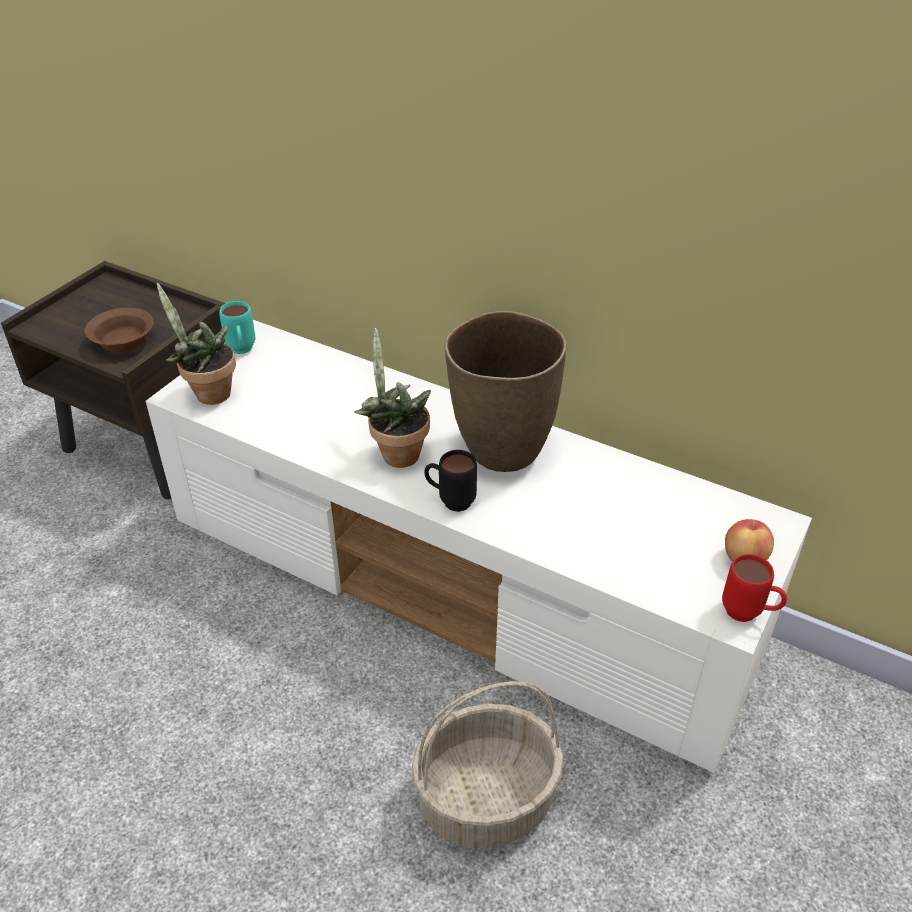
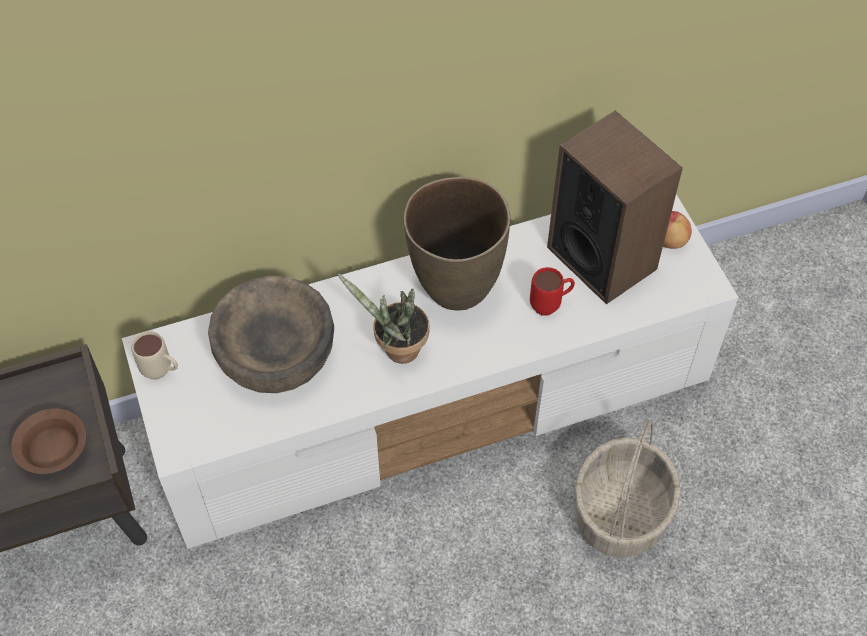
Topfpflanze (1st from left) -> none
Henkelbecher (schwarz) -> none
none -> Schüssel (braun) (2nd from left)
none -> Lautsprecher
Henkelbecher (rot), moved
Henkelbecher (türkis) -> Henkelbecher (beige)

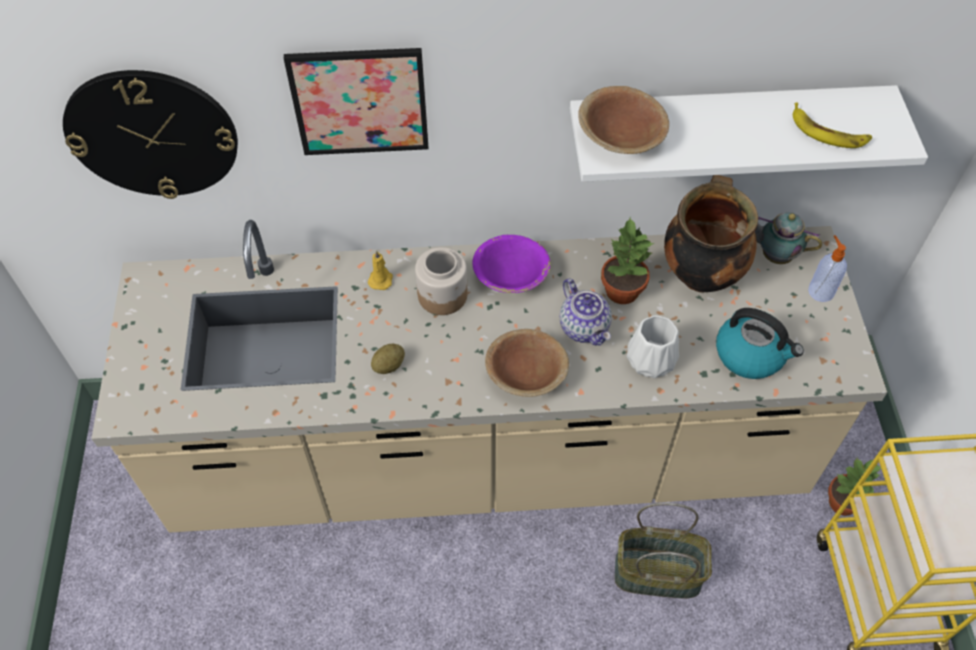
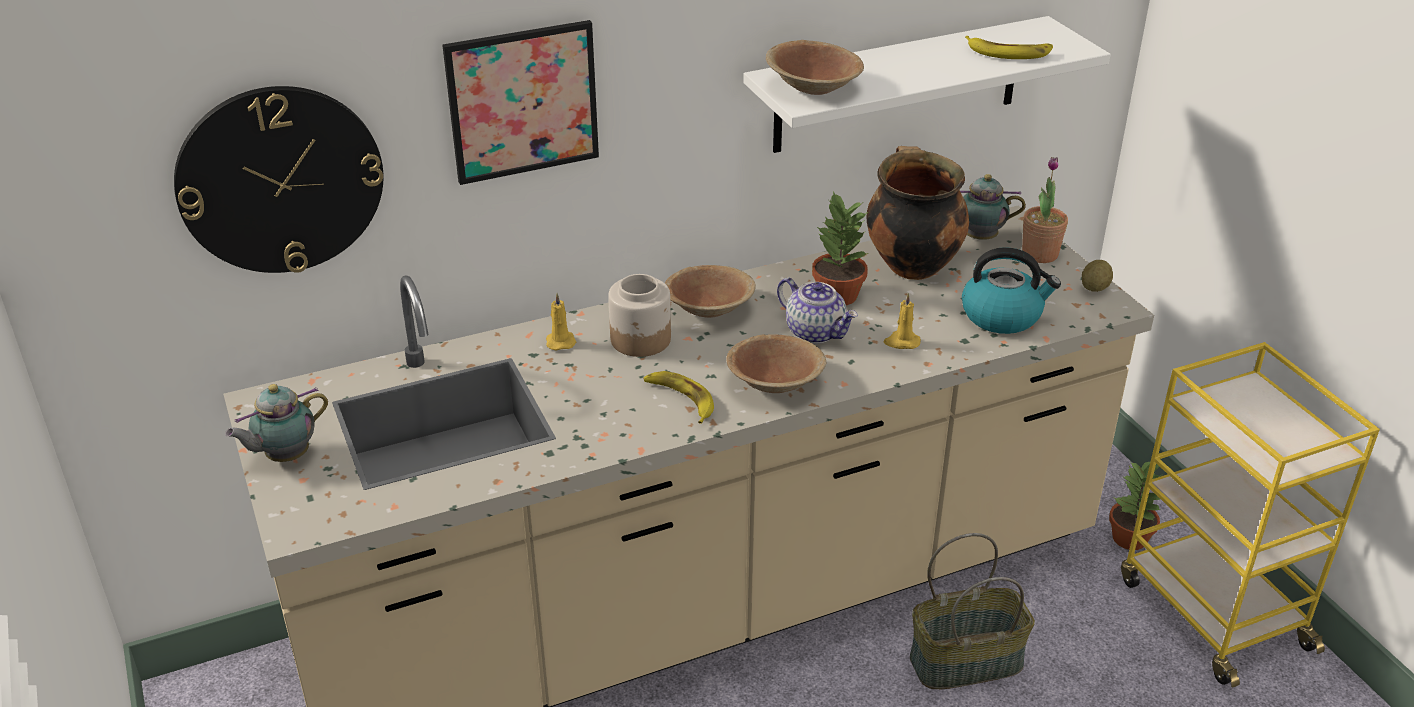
none -> Teekanne (1st from left)
none -> Banane (1st from left)
Kartoffel, moved
Vase (weiß) -> Kerze (gelb) (2nd from left)
Seifenspender -> Topfpflanze (2nd from left)
Schüssel (lila) -> Schüssel (braun) (1st from left)

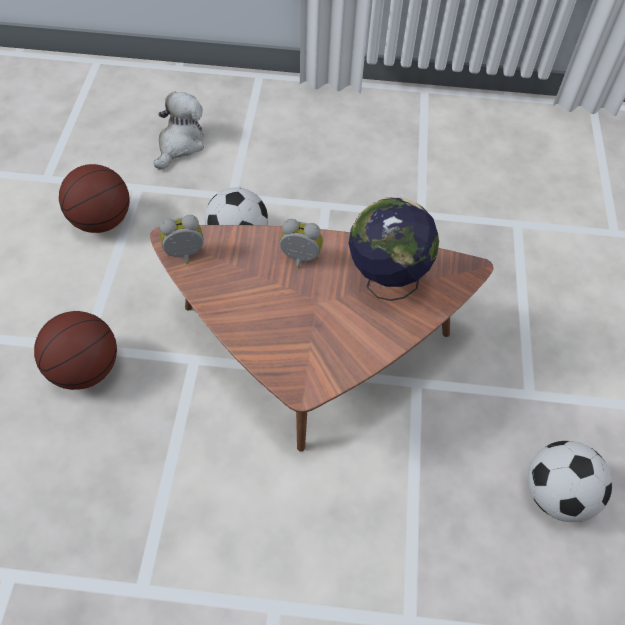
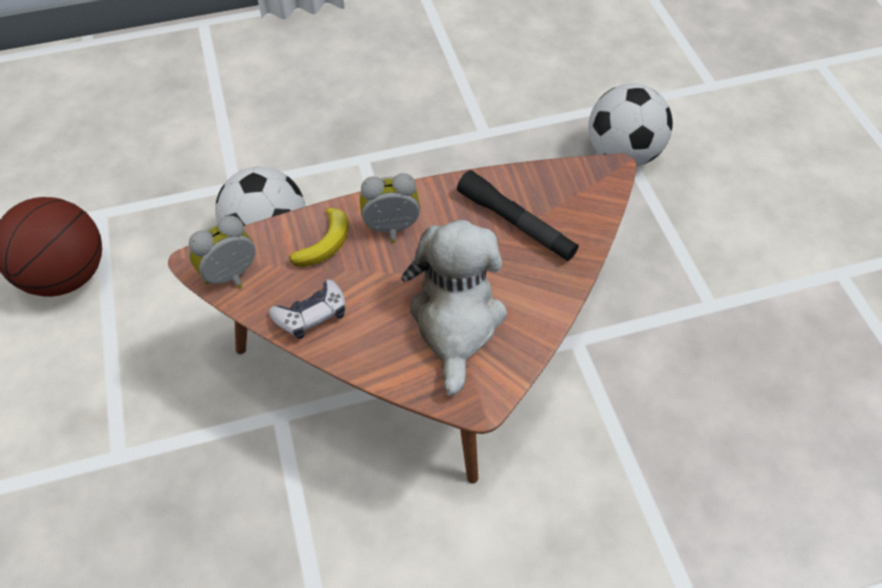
Basketball (1st from left) -> none
none -> Gamepad
none -> Banane
Plüschtier, moved
Fußball (2nd from left), moved
Globus -> Taschenlampe (schwarz)

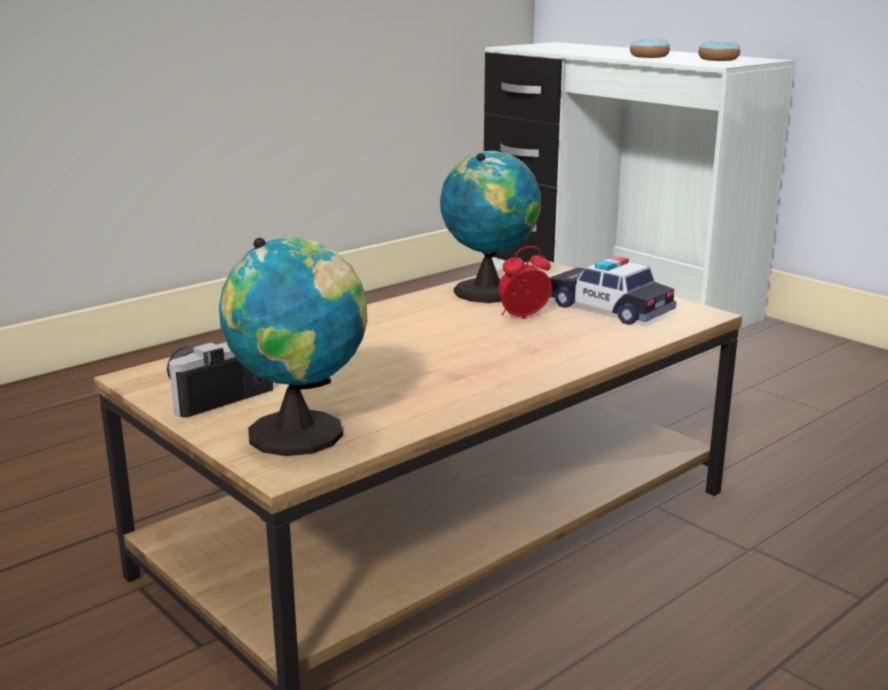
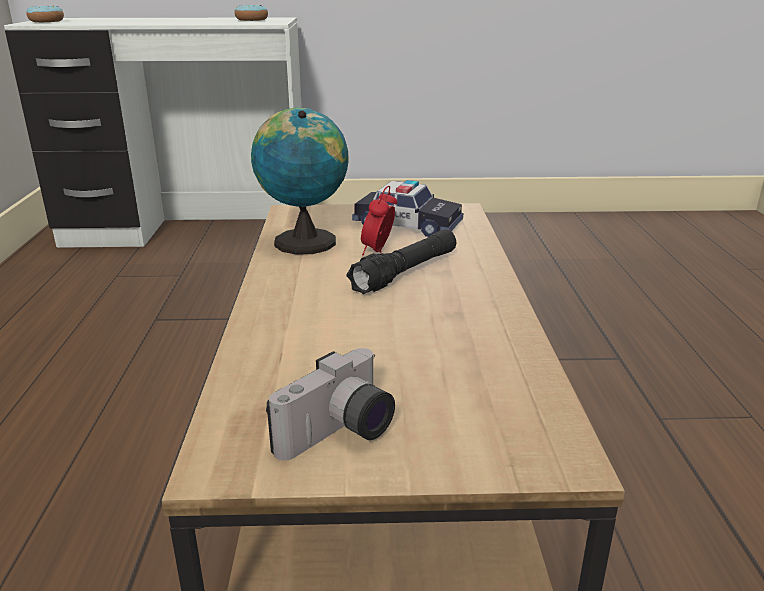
Globus (1st from left) -> none
none -> Taschenlampe (schwarz)
Donut (1st from left), moved
Kamera, 135 degrees counterclockwise
Spielzeugauto, 150 degrees counterclockwise

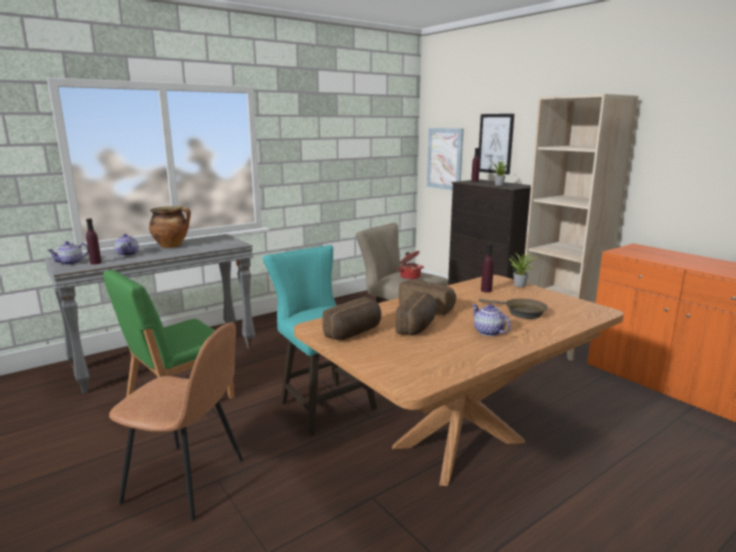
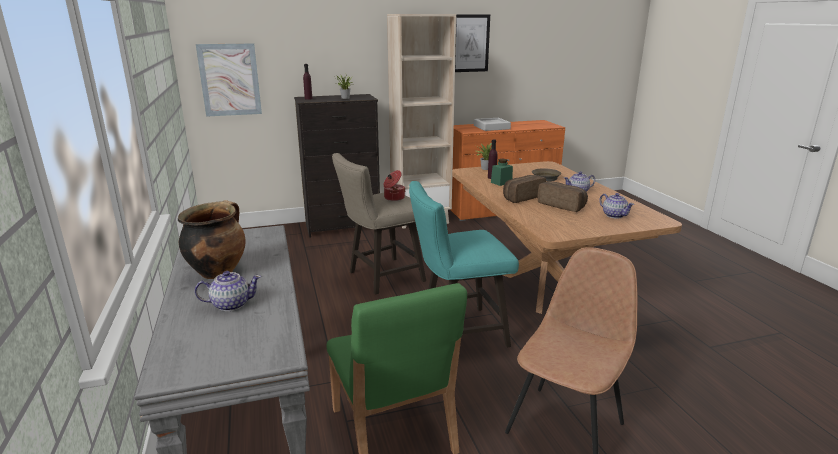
Flasche (lila) (1st from left) -> none
Brot (1st from left) -> none
none -> Tablett (grau)
none -> Vorratsglas (grün)
Teekanne (1st from left in the first image) -> Teekanne (3rd from left), moved
Bild (2nd from left), moved

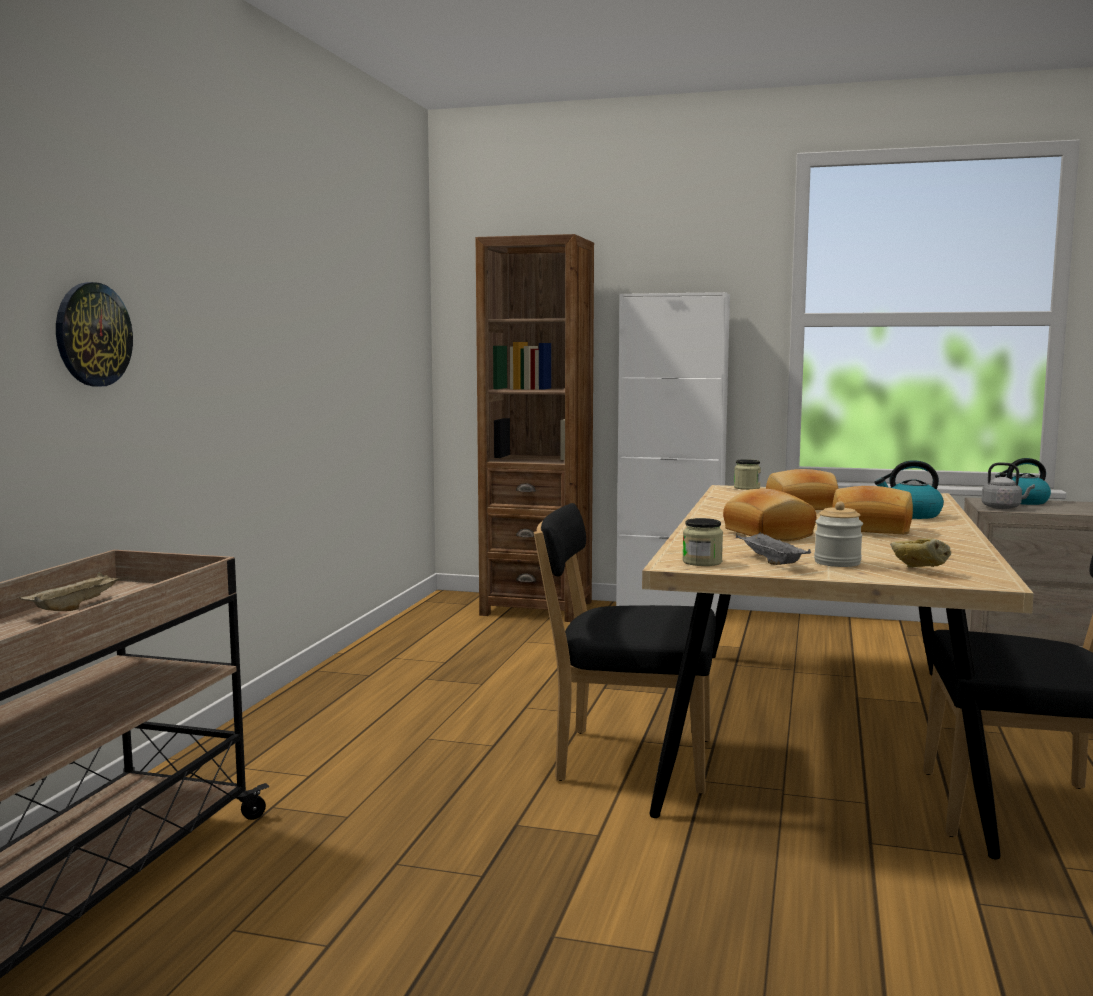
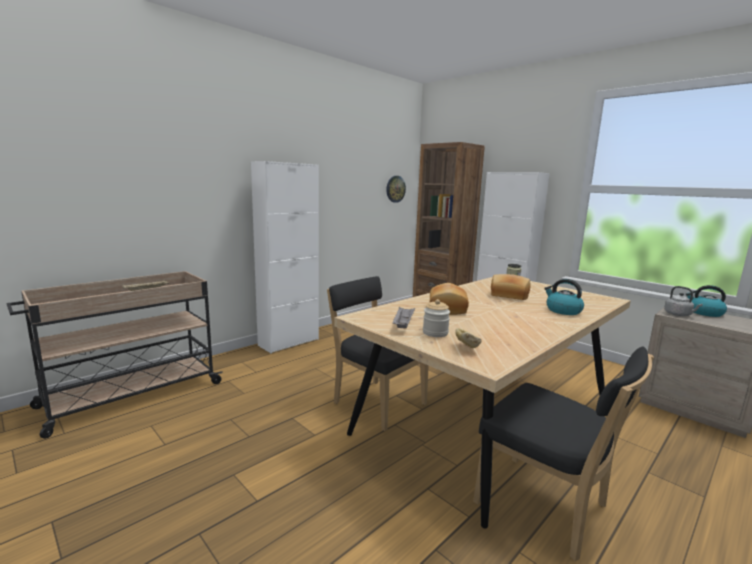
Vorratsglas (1st from left) -> none
Brot (3rd from left) -> none
none -> Schrank (weiß) (1st from left)
Wanduhr, moved

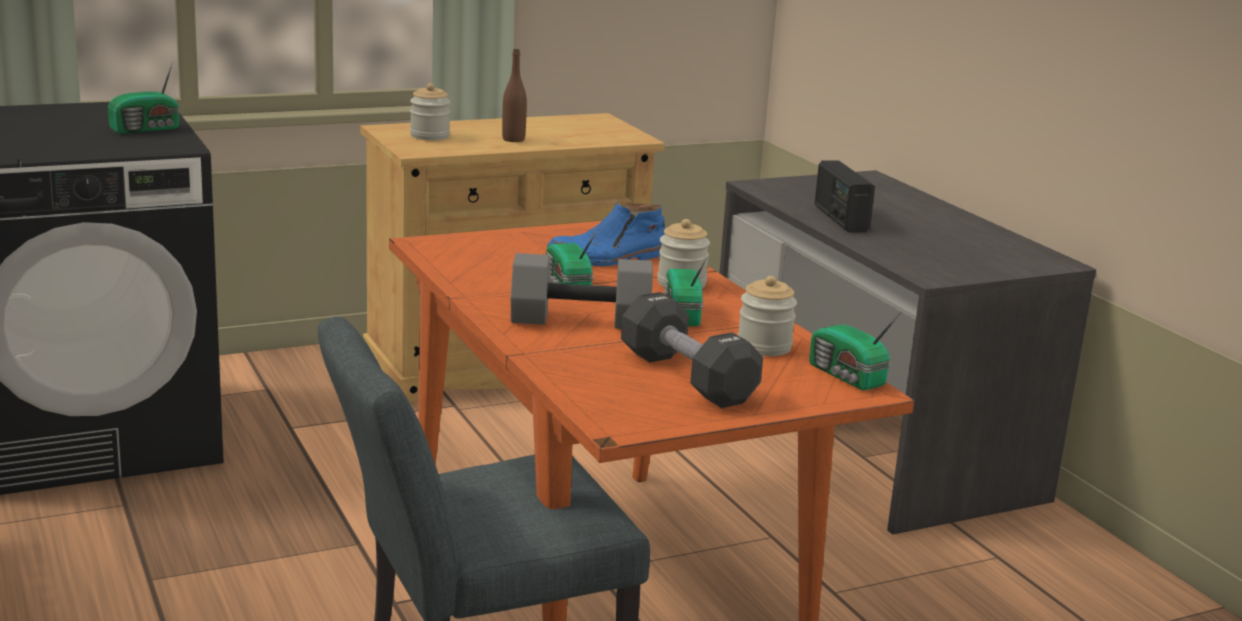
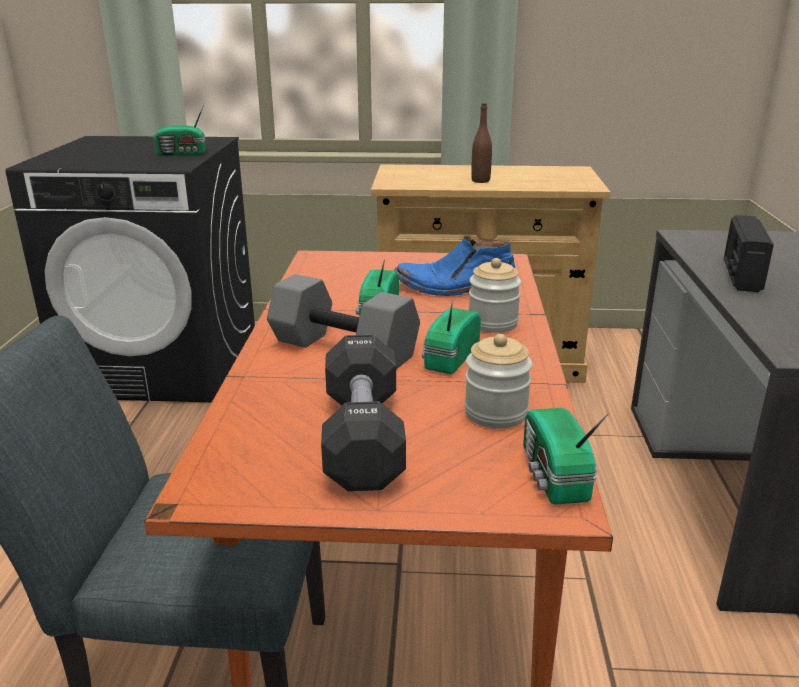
Vorratsglas (1st from left) -> none

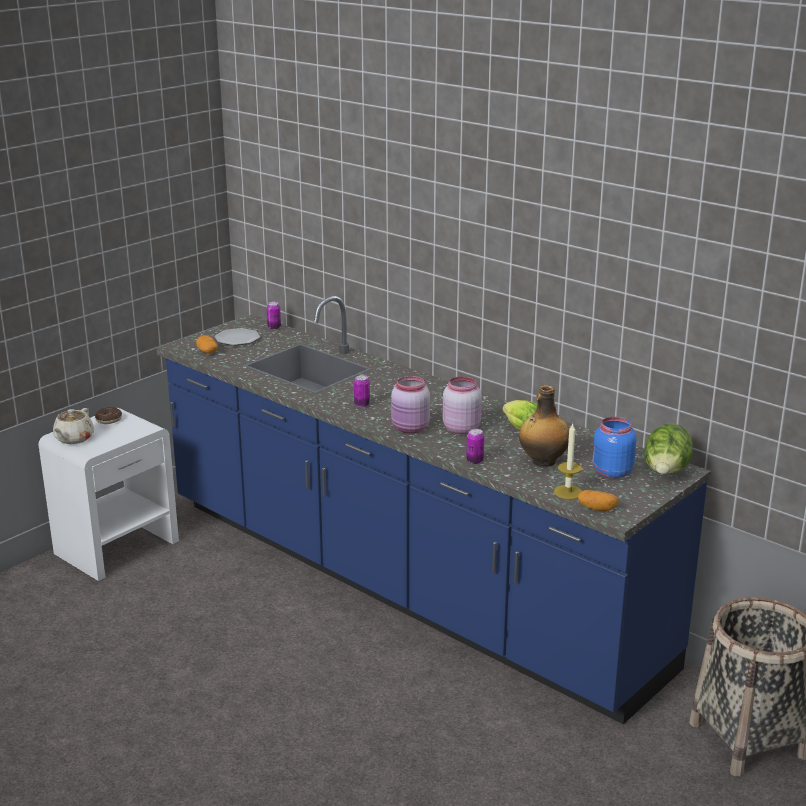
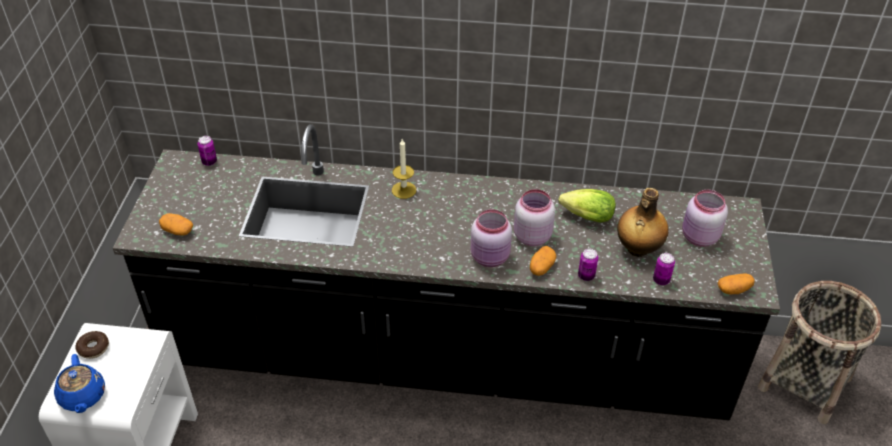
Teller -> none
Salatkopf (2nd from left) -> none
none -> Kartoffel (2nd from left)
Dose (2nd from left in the first image) -> Dose (3rd from left), moved
Kerze, moved
Teekanne (beige) -> Teekanne (blau)
Küchenzeile (blau) -> Küchenzeile (schwarz)
Vorratsglas (blau) -> Vorratsglas (rosa) (3rd from left)

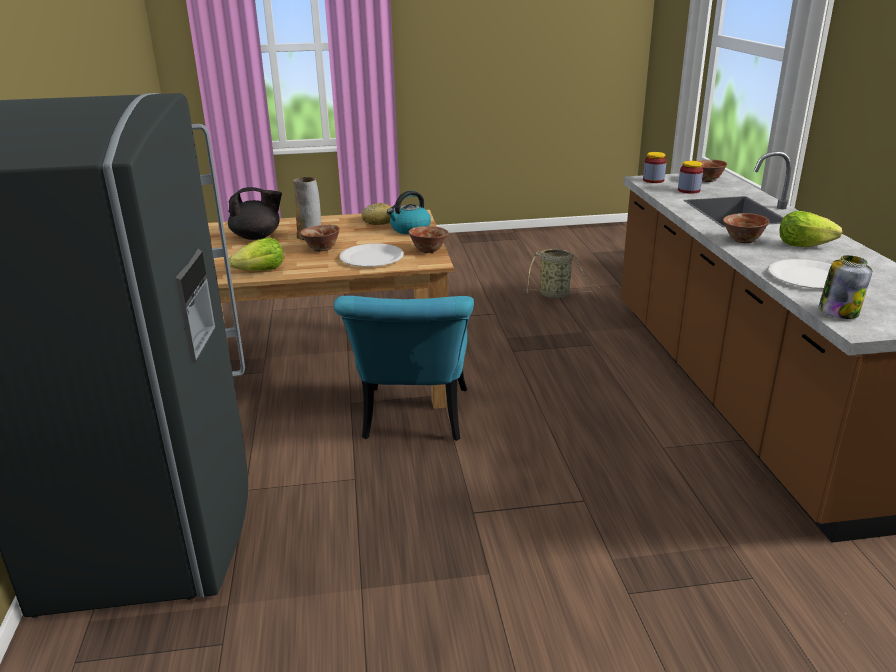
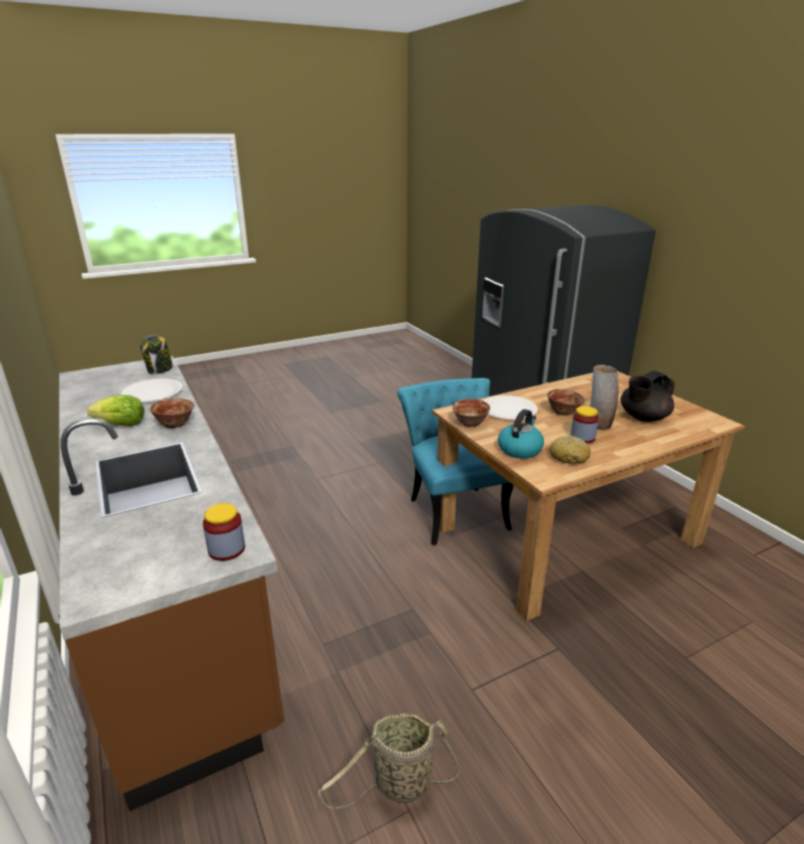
Salatkopf (1st from left) -> none
Schüssel (3rd from left) -> none
Vorratsglas (2nd from left in the first image) -> Vorratsglas (3rd from left), moved

